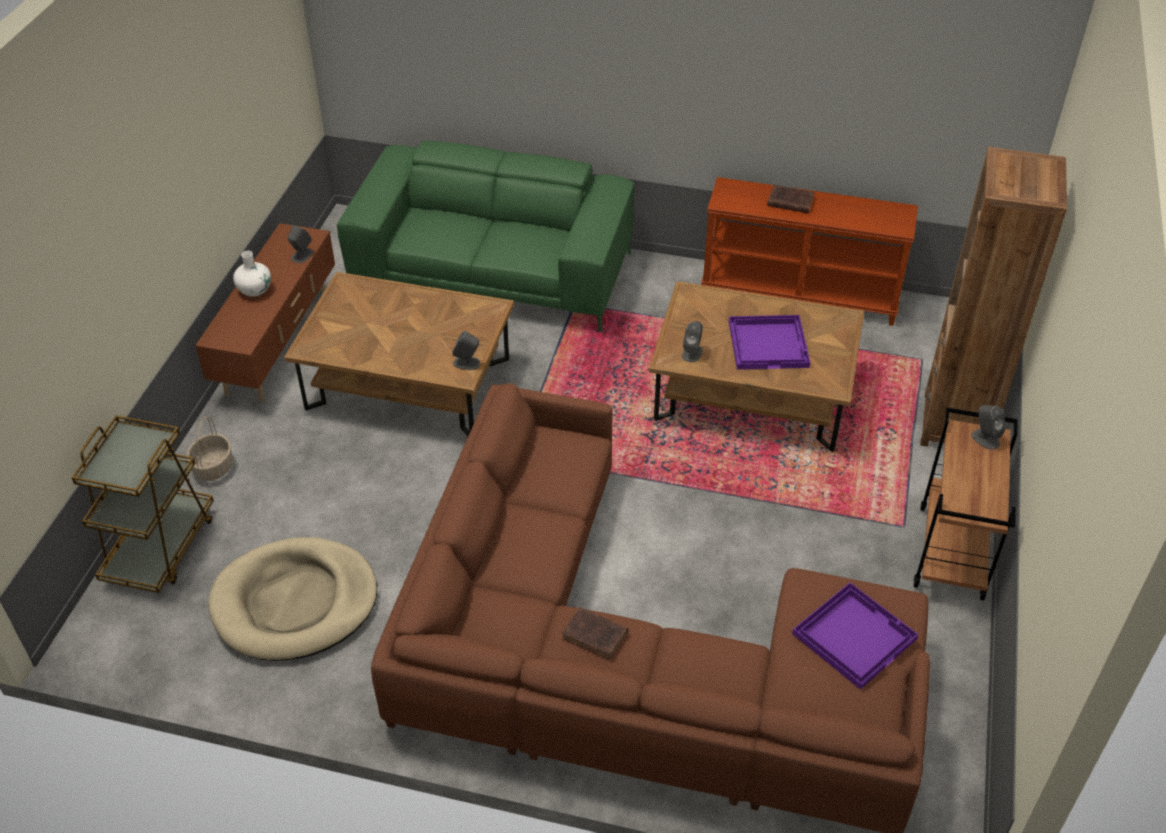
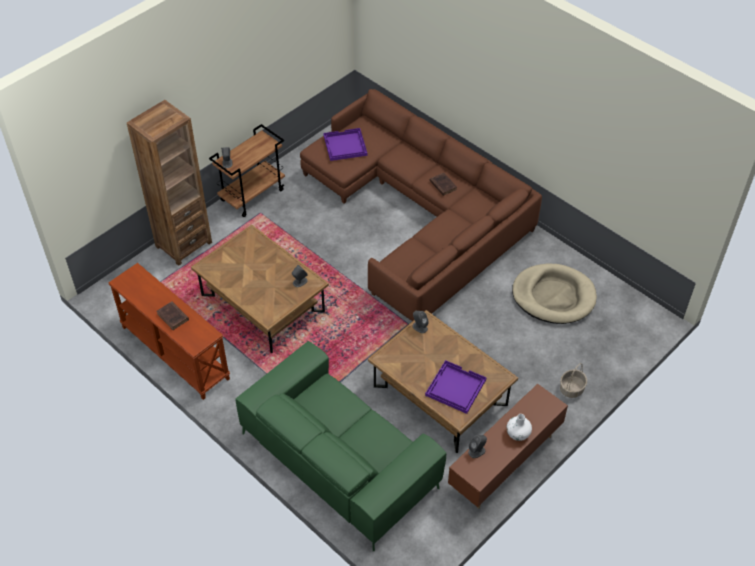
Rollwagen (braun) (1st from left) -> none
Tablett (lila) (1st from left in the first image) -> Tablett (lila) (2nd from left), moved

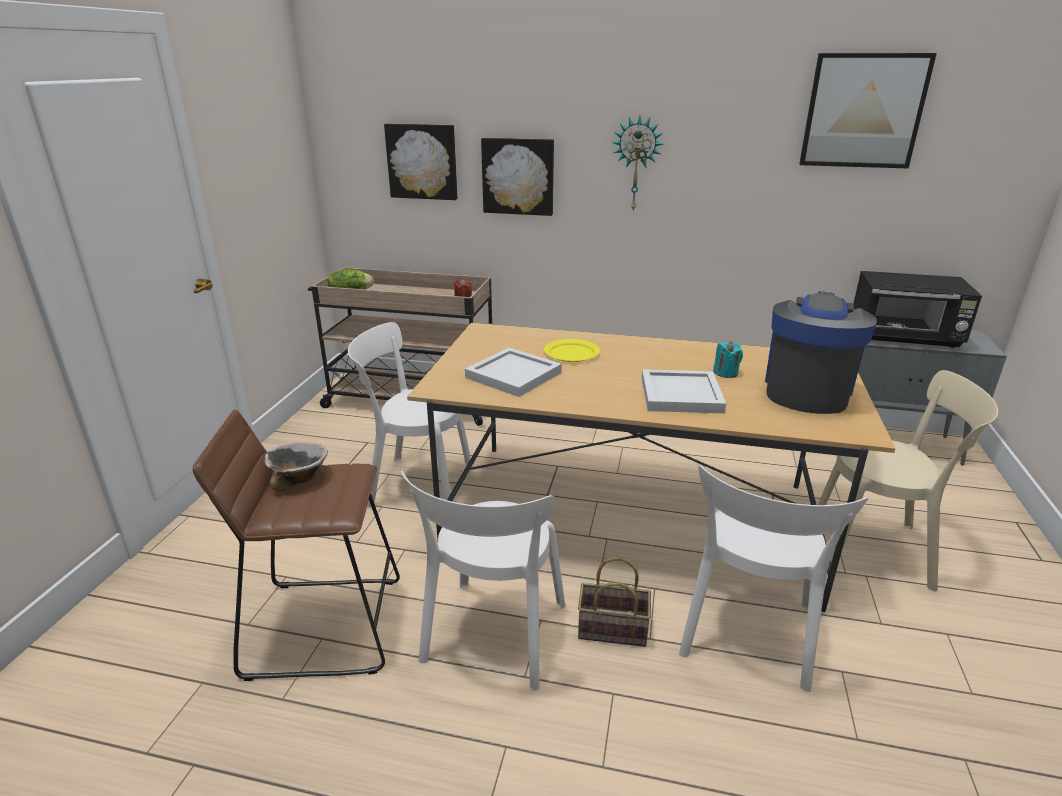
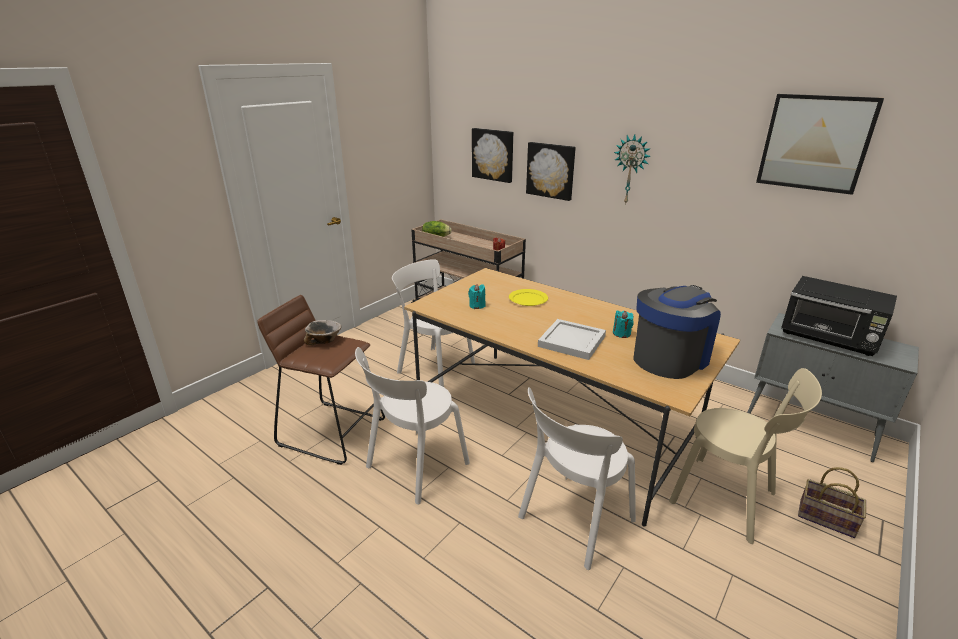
Korb, moved
Tablett (weiß) (1st from left) -> Kerze (türkis) (1st from left)

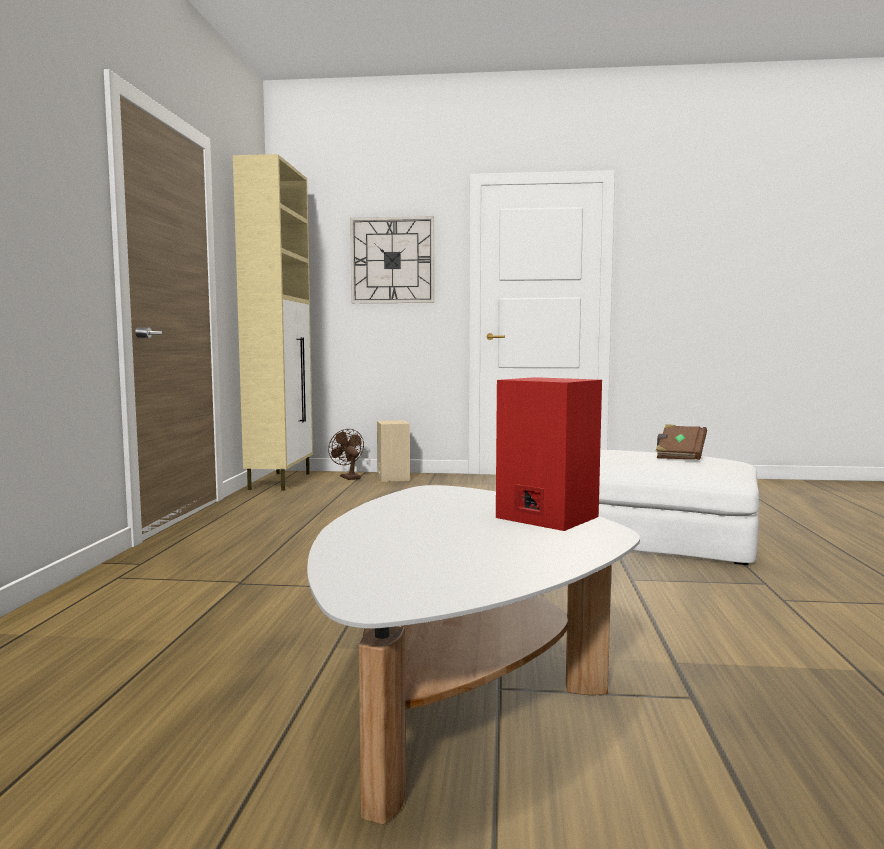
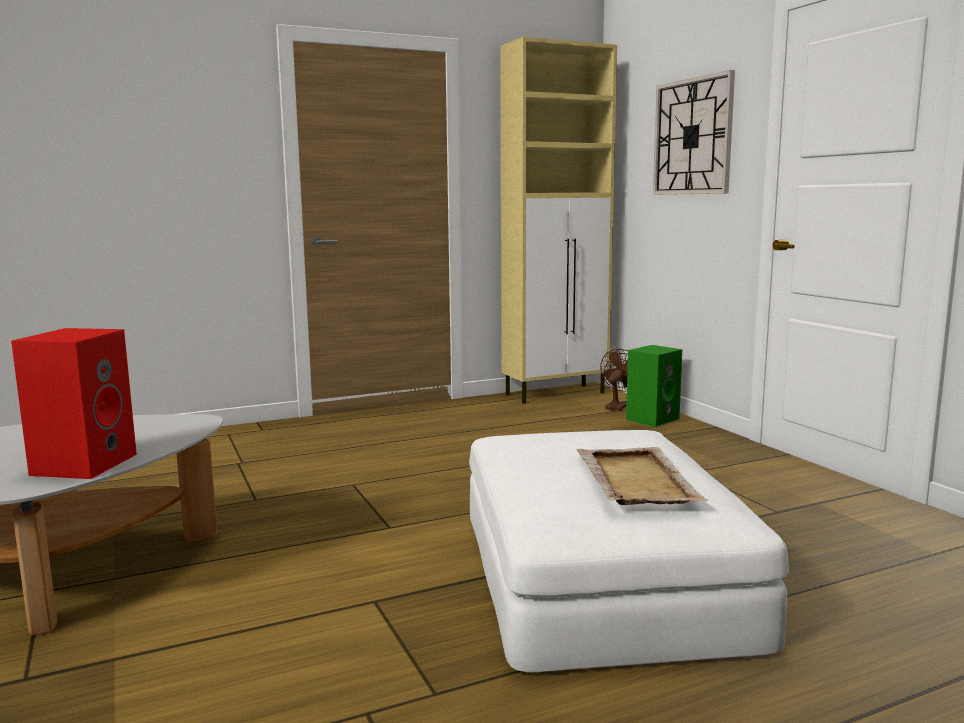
Buch (braun) -> Tablett (beige)
Lautsprecher (beige) -> Lautsprecher (grün)

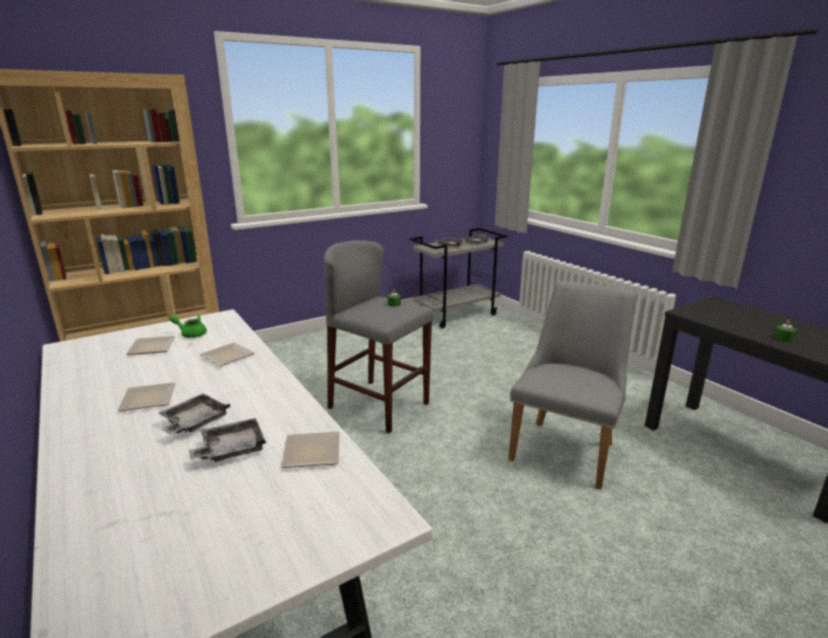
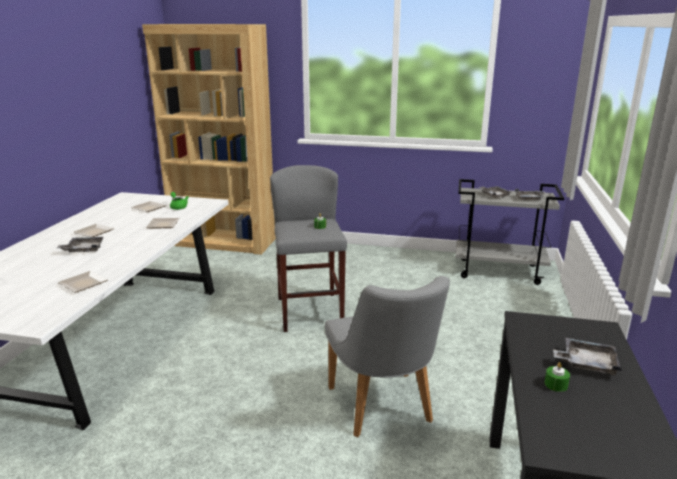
Tablett (grau) (2nd from left in the first image) -> Tablett (grau) (4th from left), moved
Stuhl (grau), 90 degrees clockwise

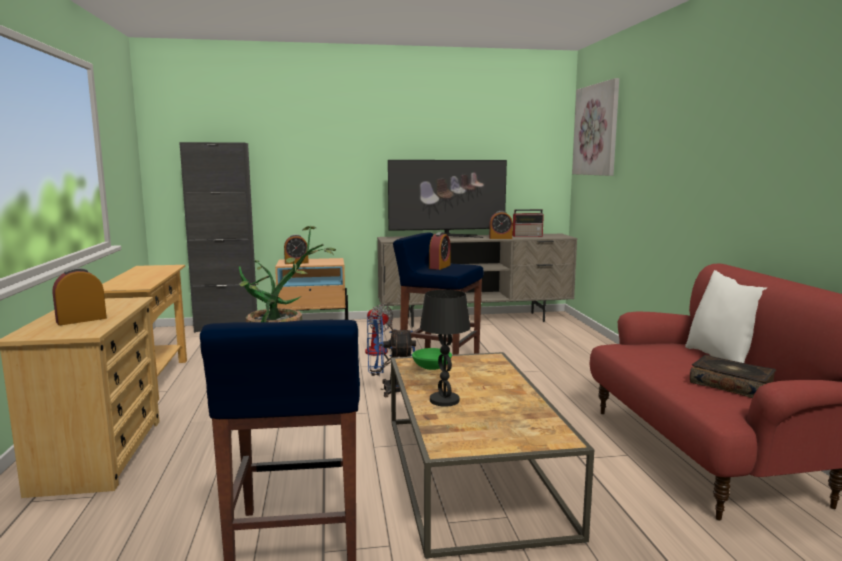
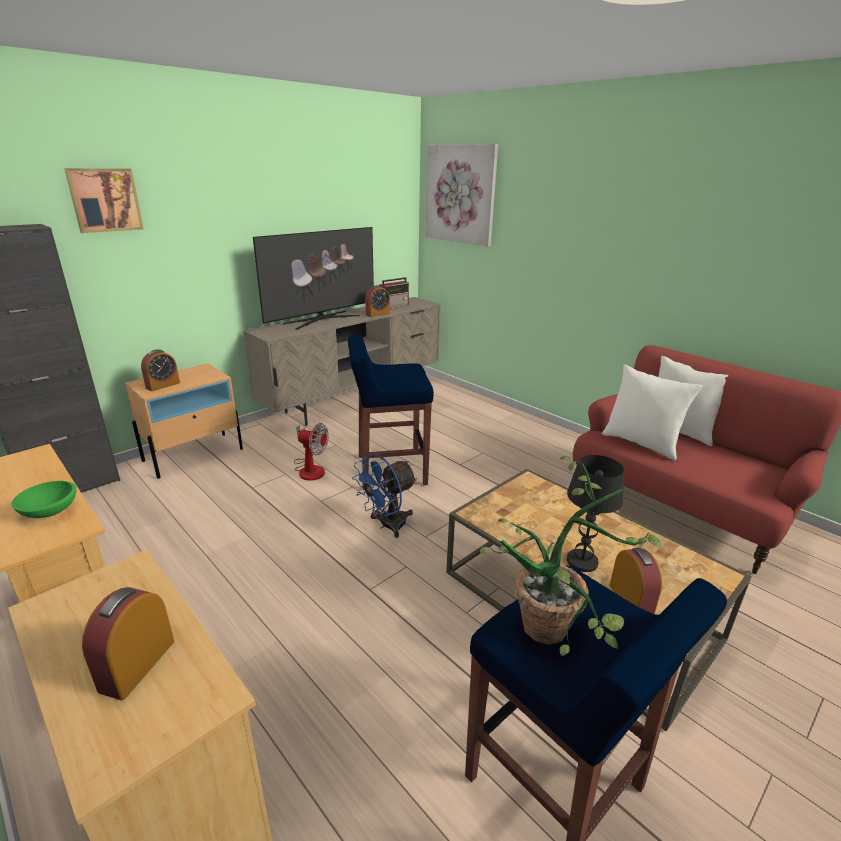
Buch -> none
none -> Bild (1st from left)
none -> Kissen (weiß) (1st from left)
Schüssel (grün), moved
Wecker (3rd from left in the first image) -> Wecker (4th from left), moved

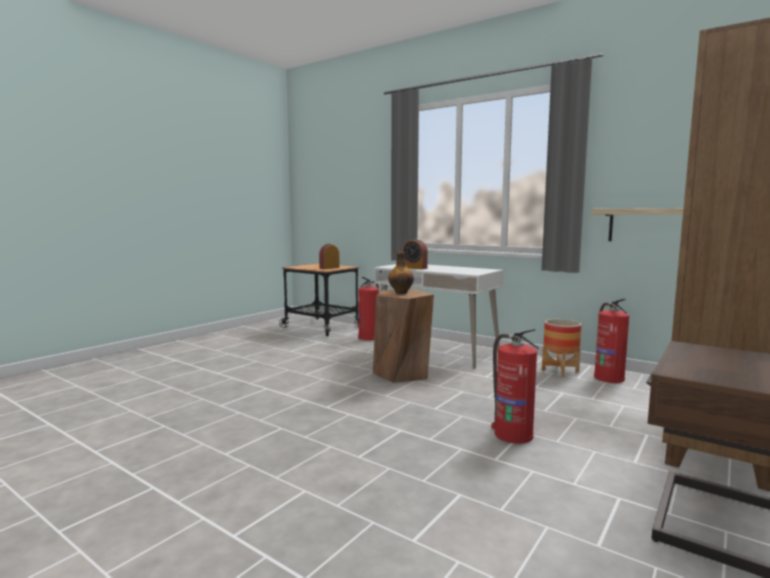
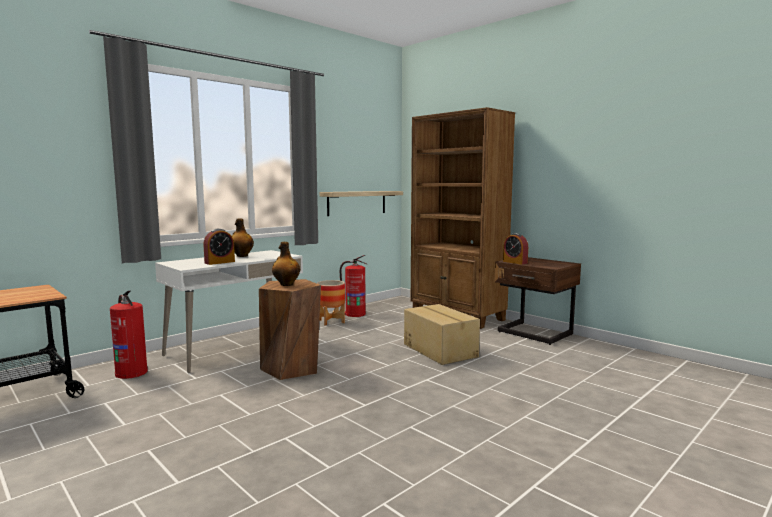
none -> Flasche (1st from left)
Wecker (1st from left in the first image) -> Wecker (2nd from left), moved
Feuerlöscher (2nd from left) -> Karton

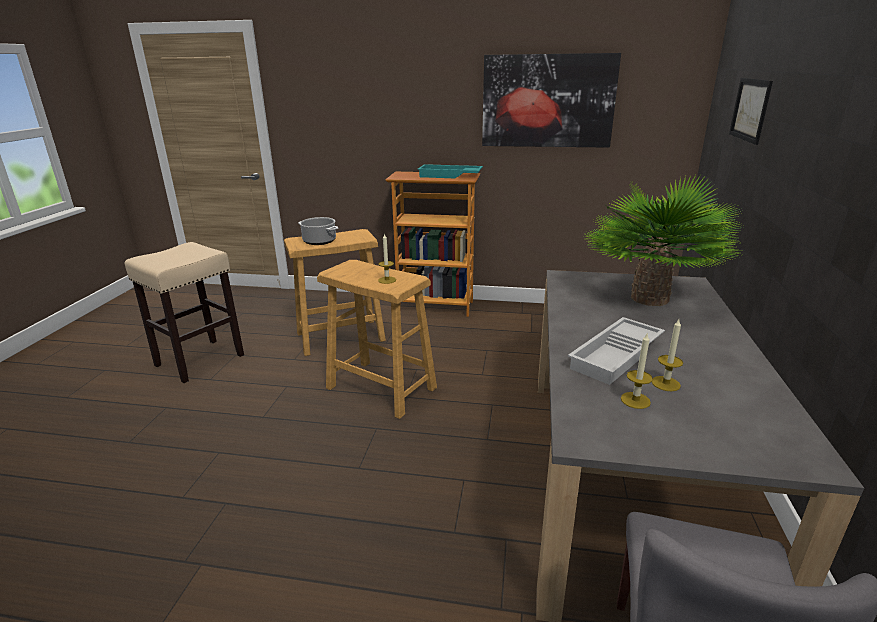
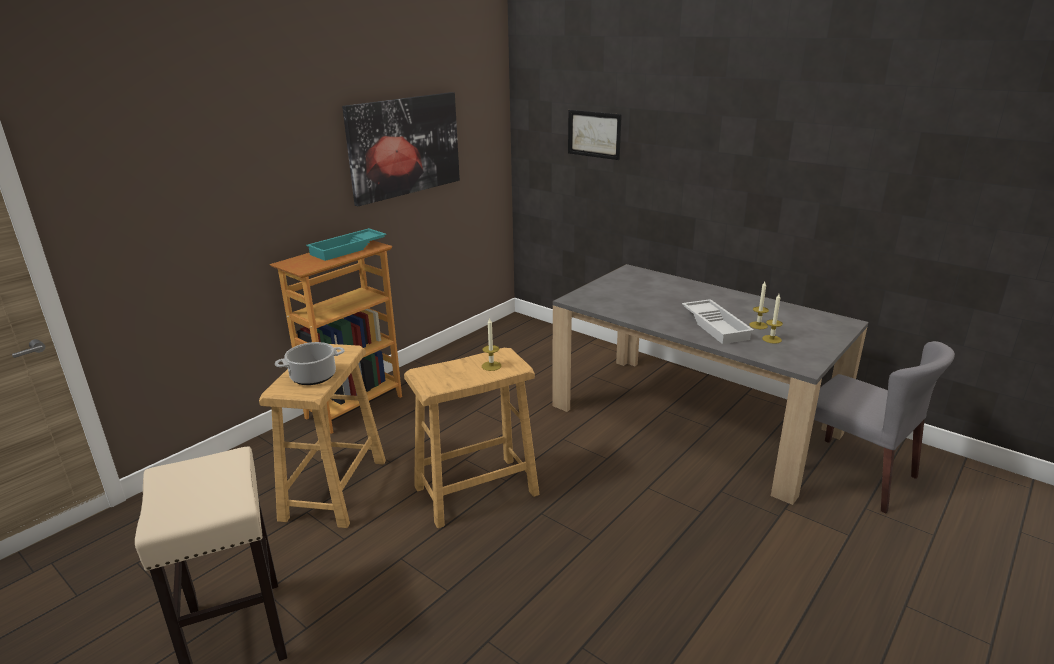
Topfpflanze -> none

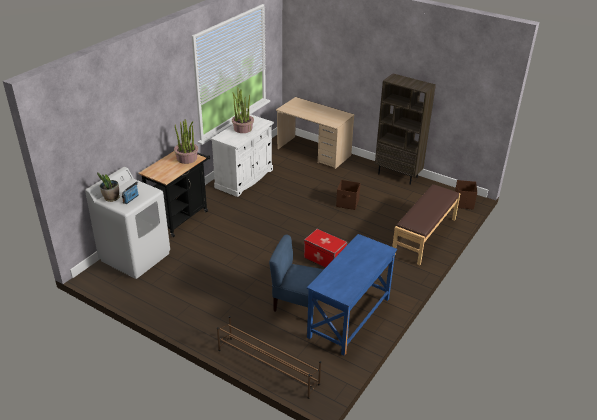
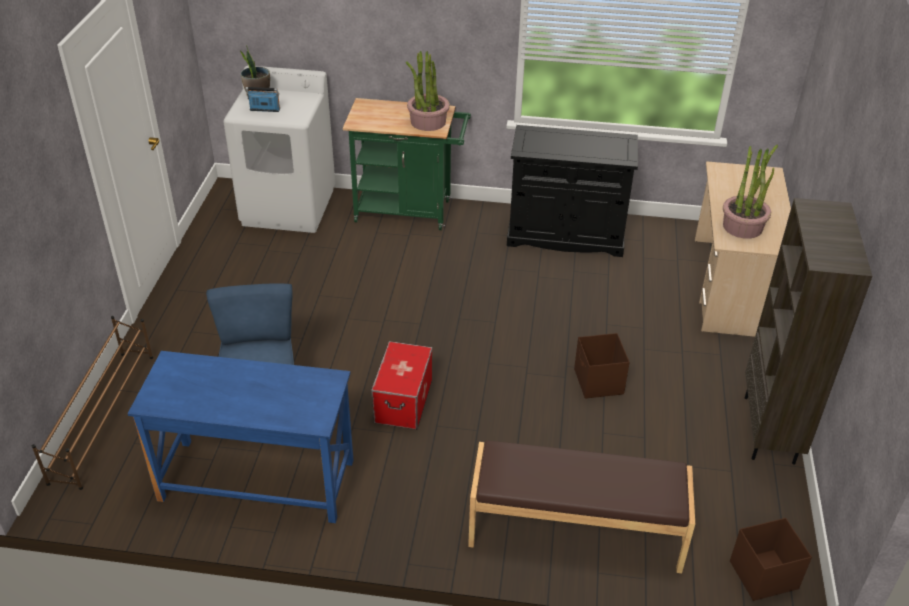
Topfpflanze (3rd from left), moved
Rollwagen (schwarz) -> Rollwagen (grün)
Schrank (weiß) -> Schrank (schwarz)

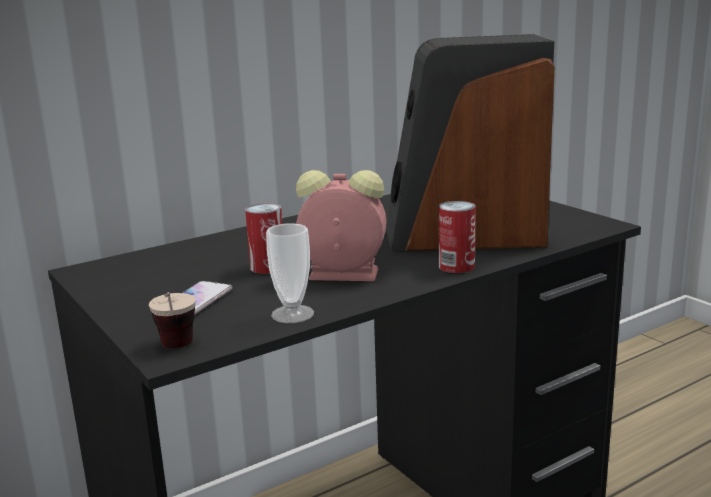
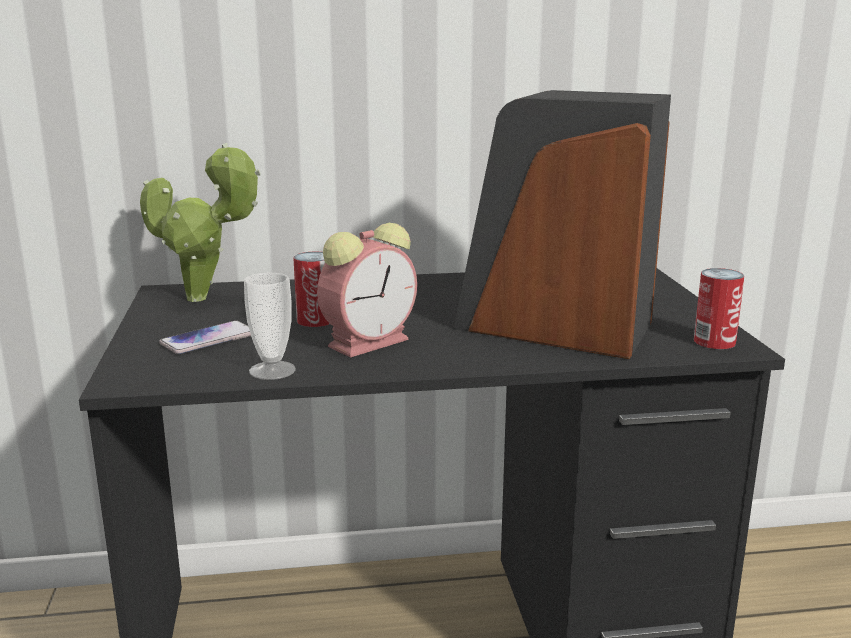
Tasse (1st from left) -> none
none -> Topfpflanze
Dose (2nd from left), moved
Wecker, 105 degrees clockwise

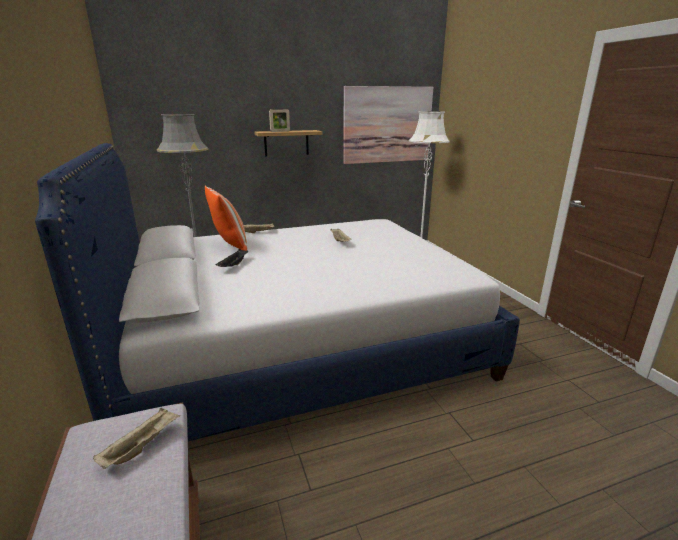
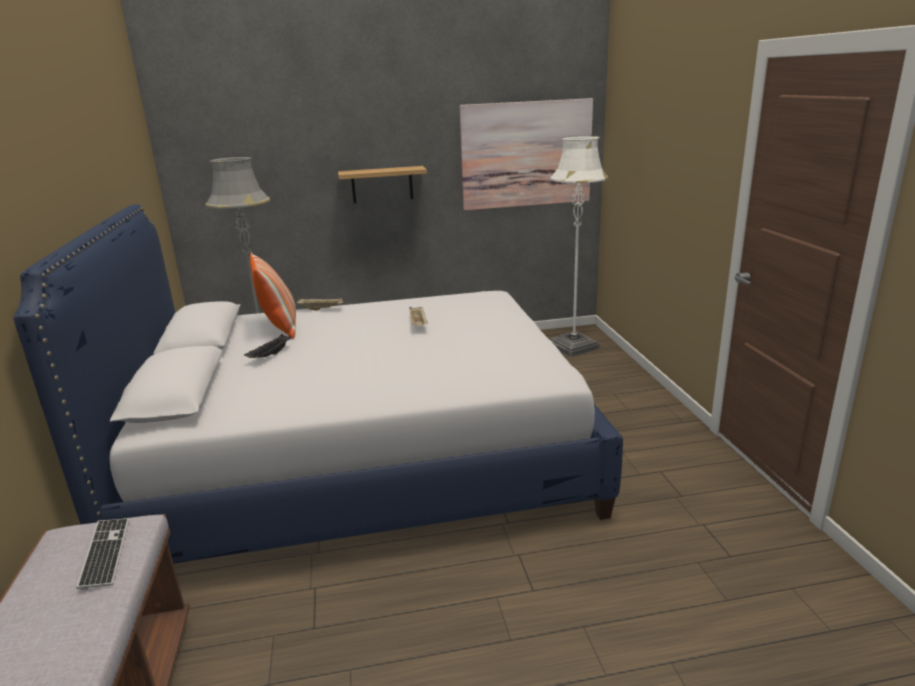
Bilderrahmen -> none
Tablett (beige) (1st from left) -> Tastatur

